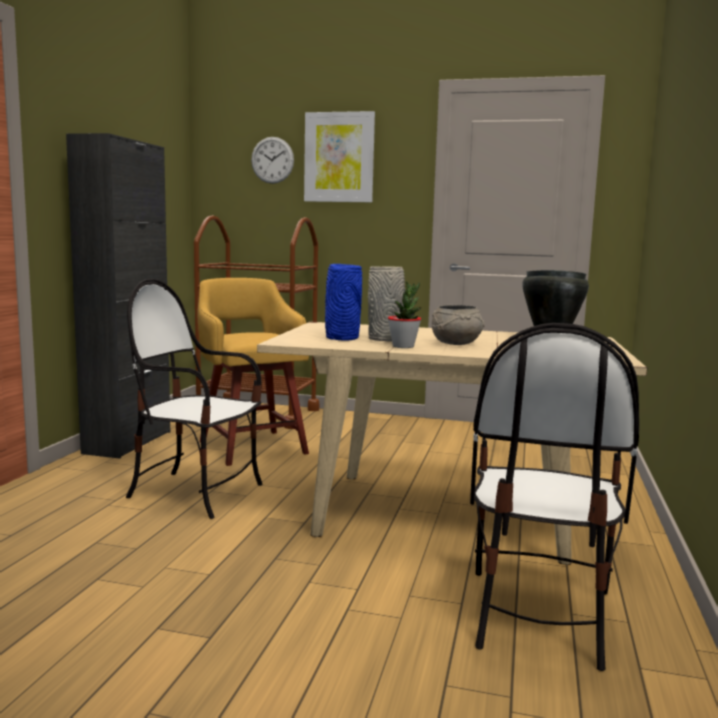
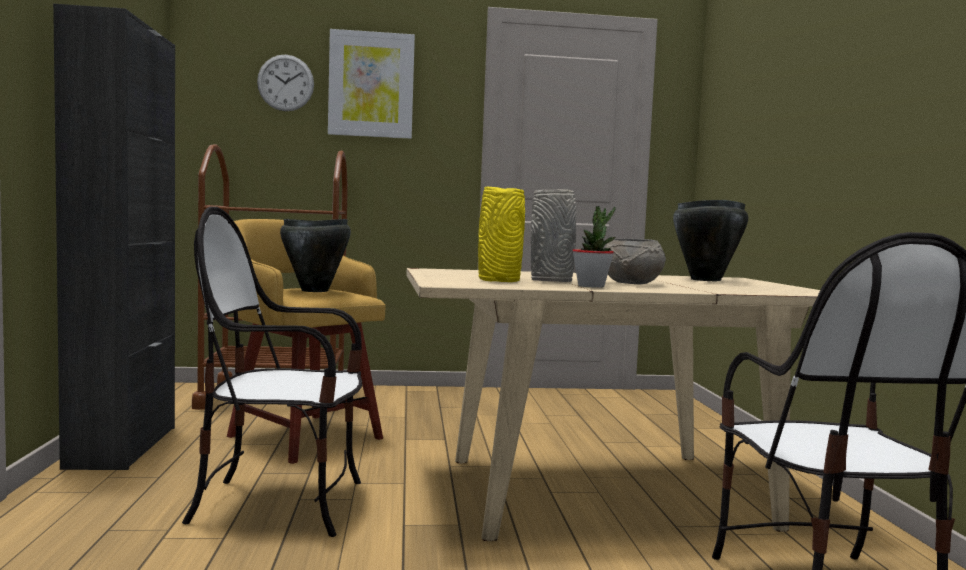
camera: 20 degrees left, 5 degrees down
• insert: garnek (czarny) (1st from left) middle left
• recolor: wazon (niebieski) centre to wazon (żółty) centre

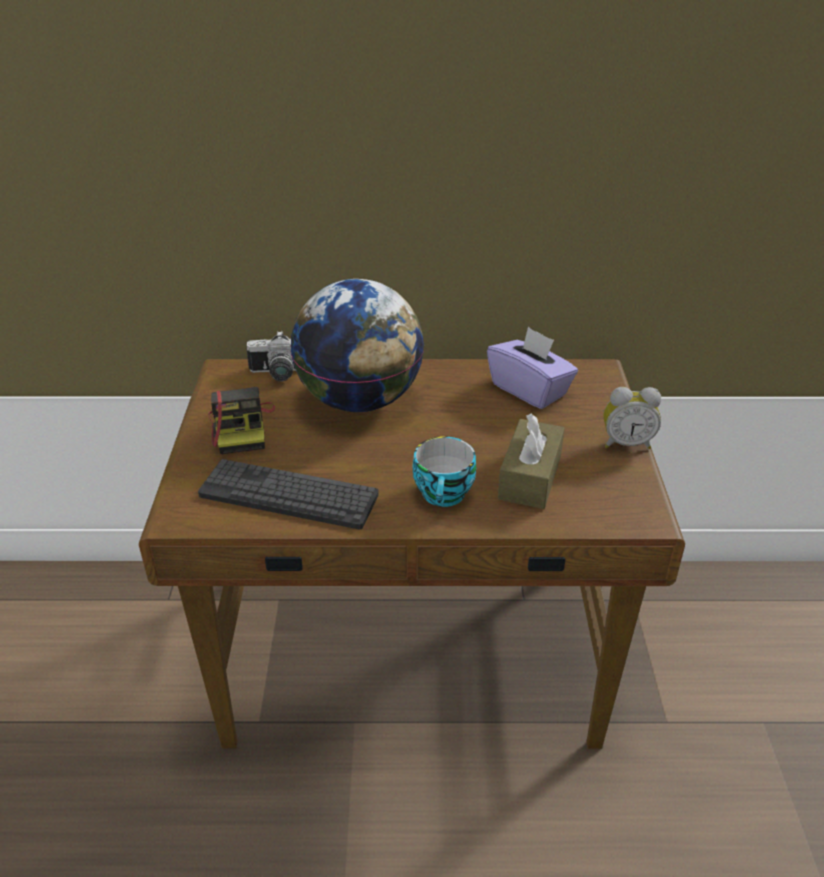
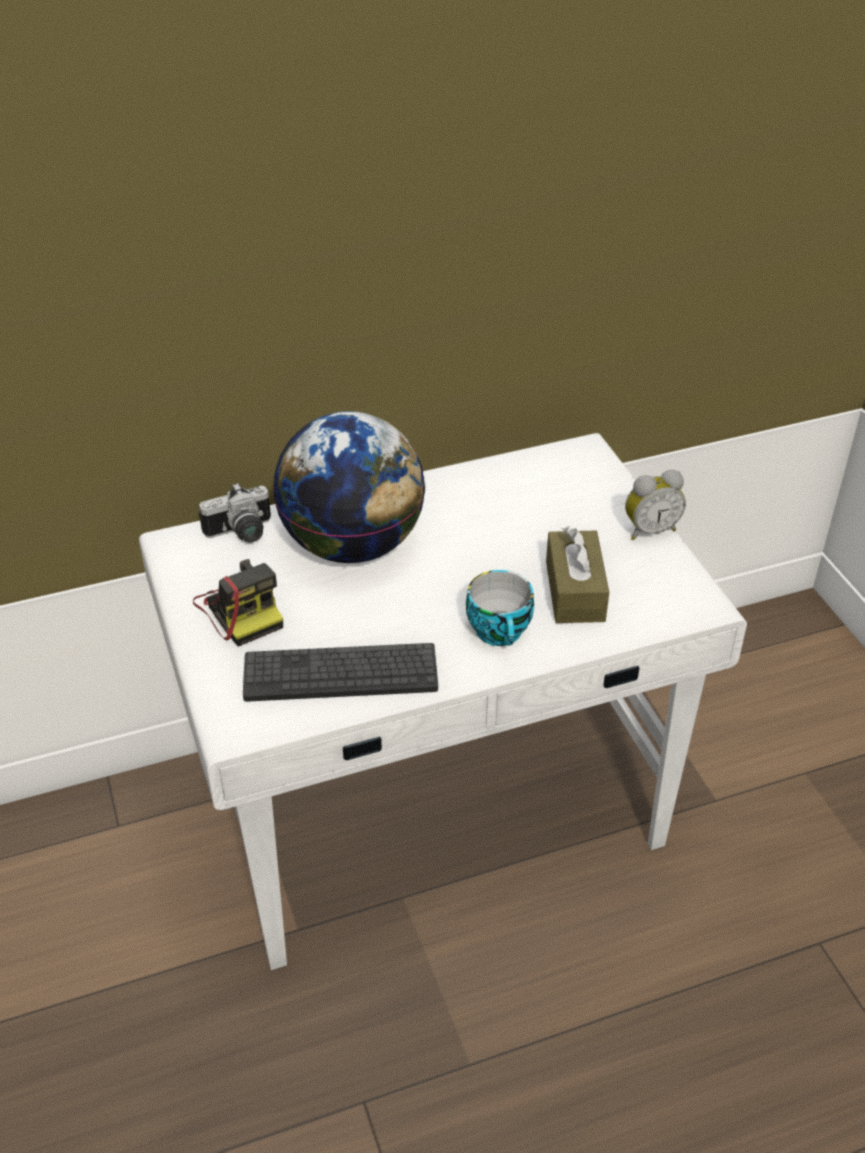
camera: 20 degrees left, 5 degrees up
• delete: pudełko chusteczek (fioletowy) centre
• recolor: biurko (brązowy) centre to biurko (biały) centre

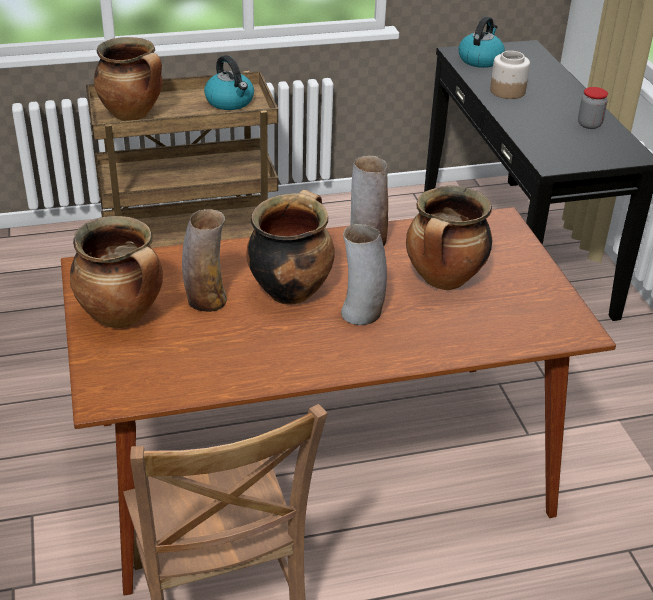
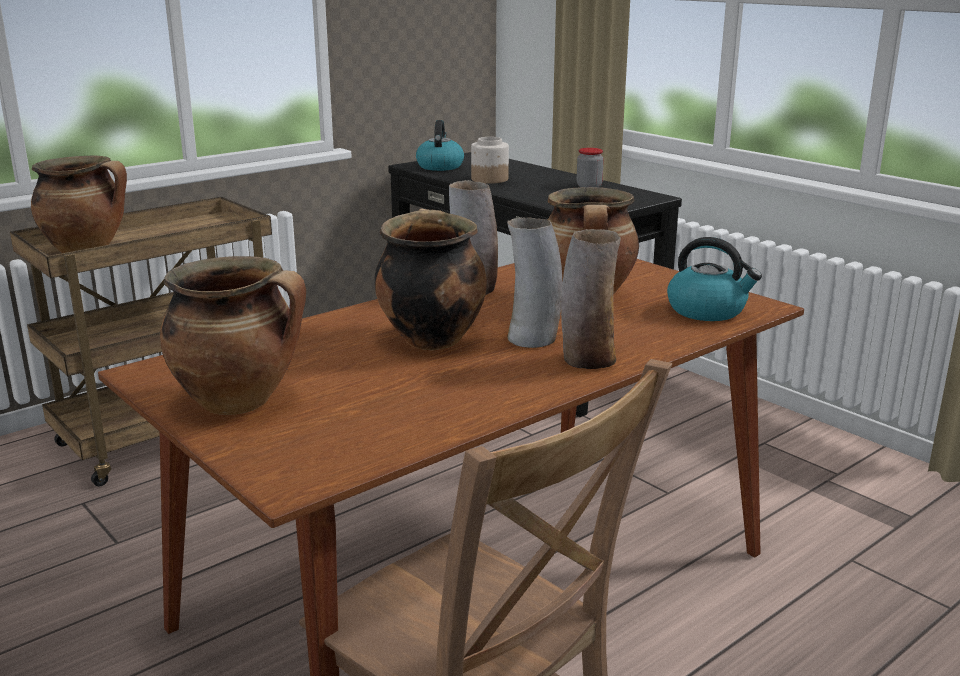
camera: 25 degrees left, 15 degrees down
• move: wazon (1st from left in the first image) middle left to wazon (3rd from left) centre
• move: czajnik (1st from left in the first image) top centre to czajnik (2nd from left) middle right

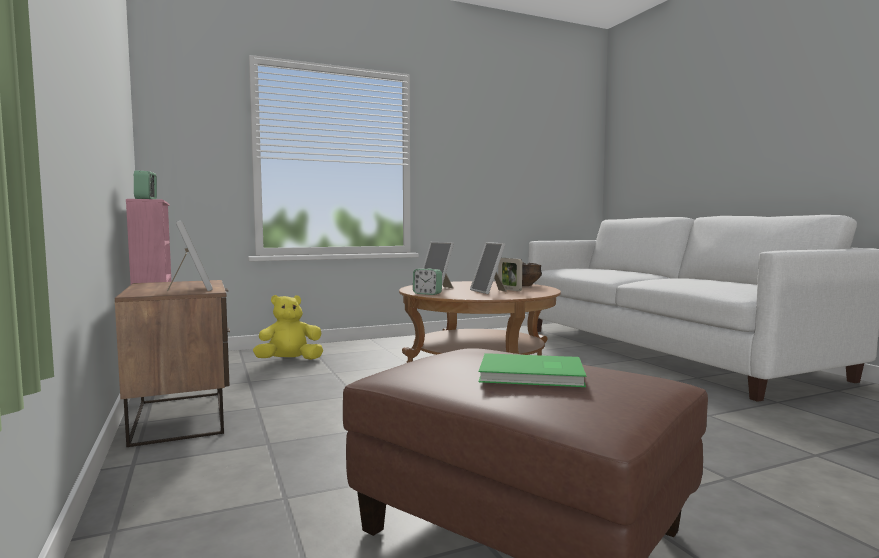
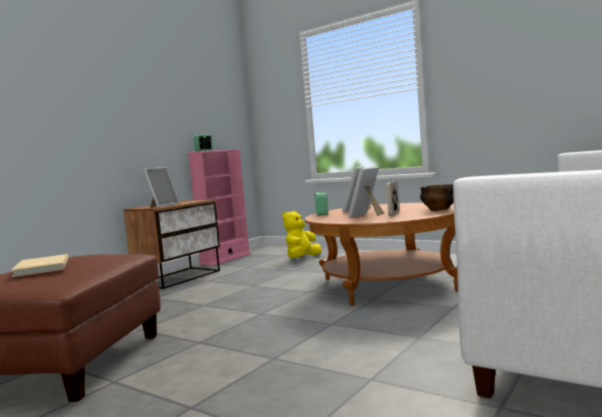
camera: 60 degrees right, 0 degrees up
• recolor: książka (zielony) centre to książka (beżowy) middle left
• rotate: pluszak (żółty) middle left = centre 90 degrees counterclockwise

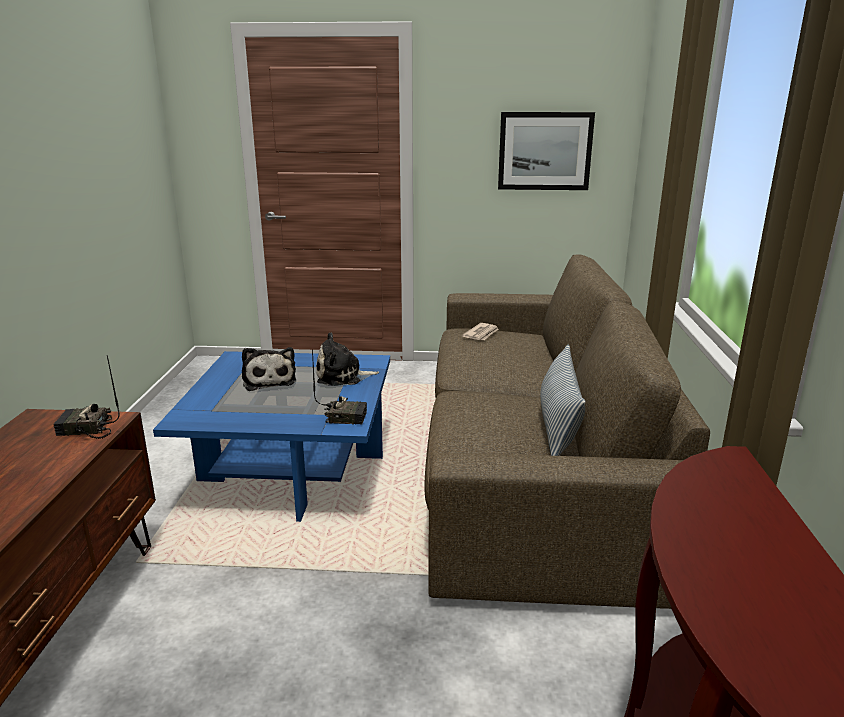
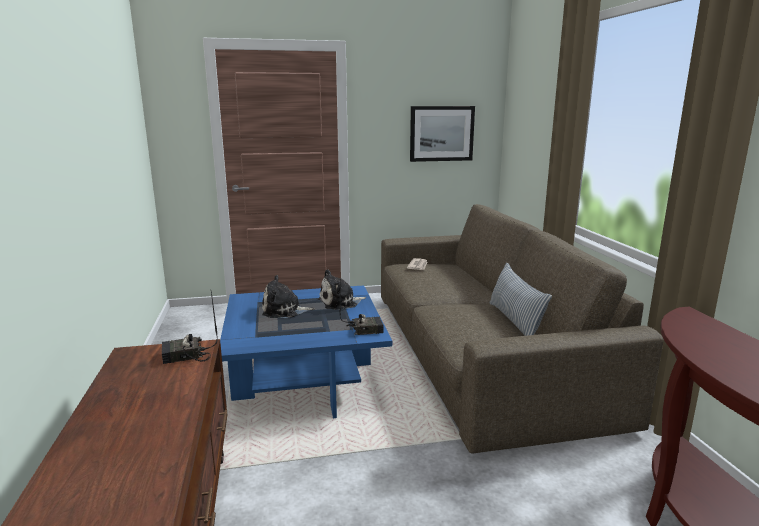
camera: 15 degrees left, 5 degrees down
• rotate: pluszak (1st from left) middle left = centre 120 degrees clockwise

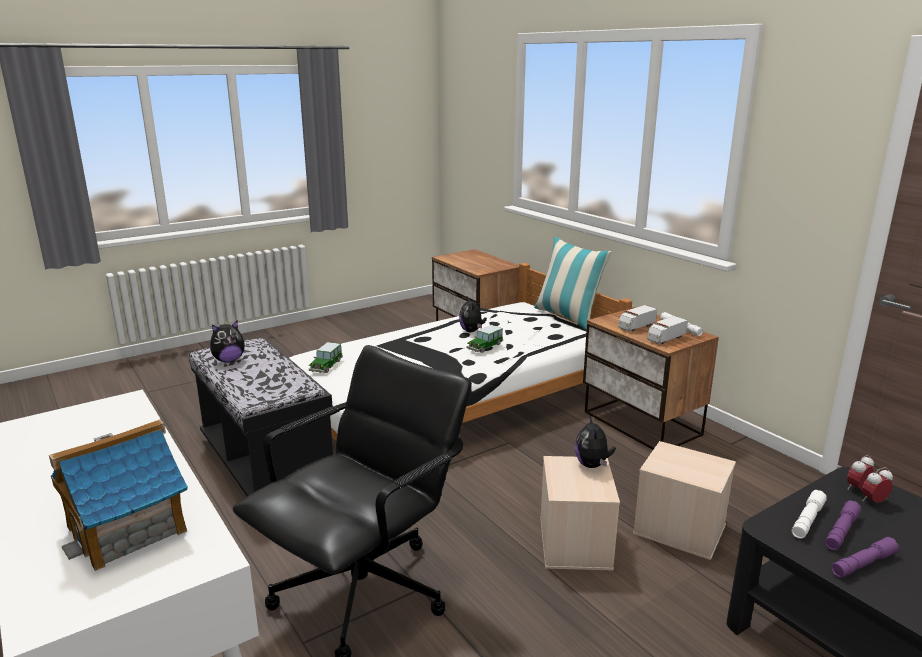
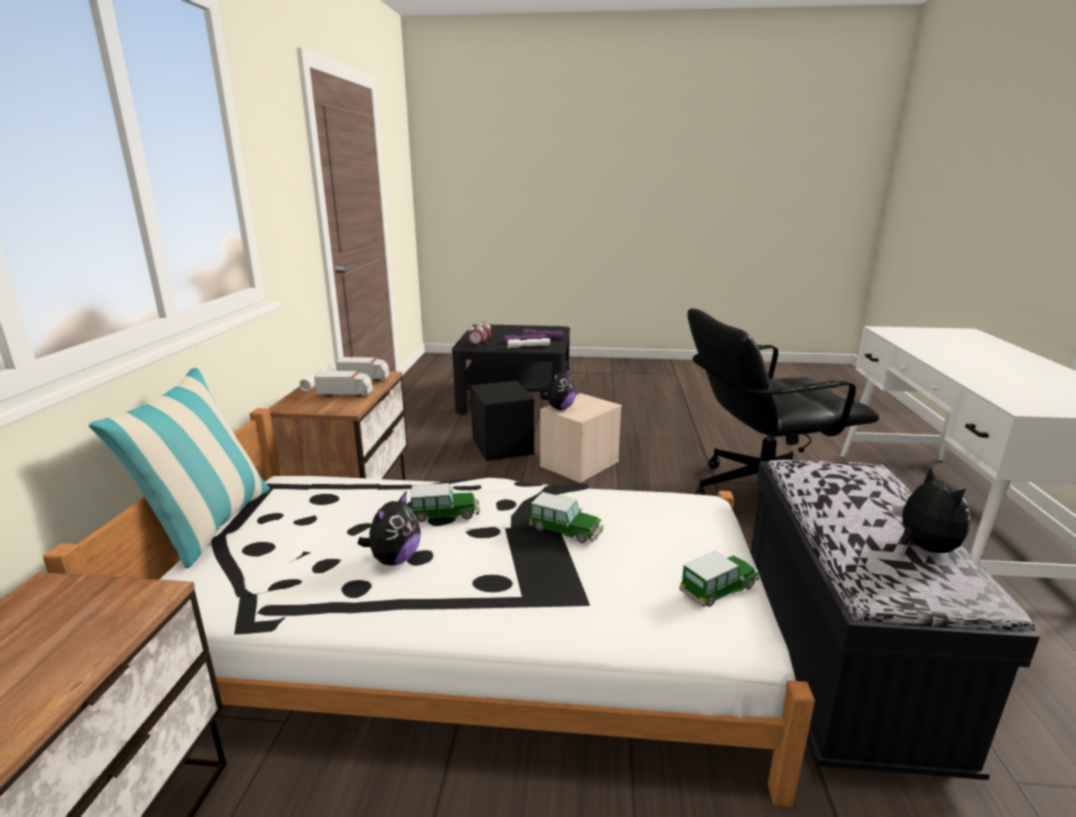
camera: 140 degrees left, 0 degrees up
• delete: domek bottom left
• insert: samochodzik (2nd from left) centre
• recolor: pojemnik do przechowywania (beżowy) (2nd from left) bottom right to pojemnik do przechowywania (czarny) centre
• rotate: pluszak (1st from left in the first image) middle left = middle right 75 degrees clockwise

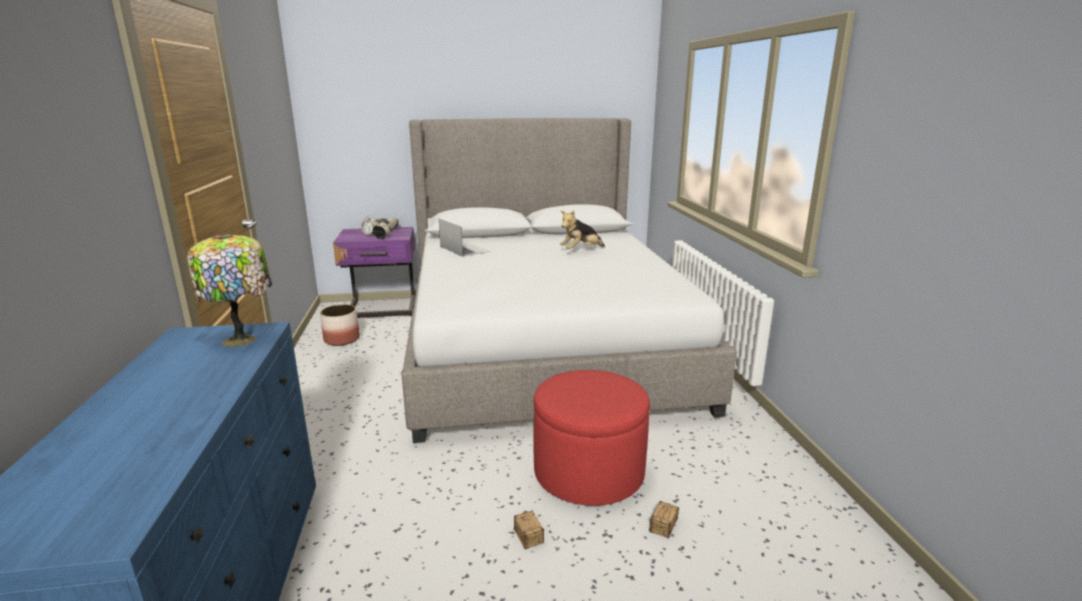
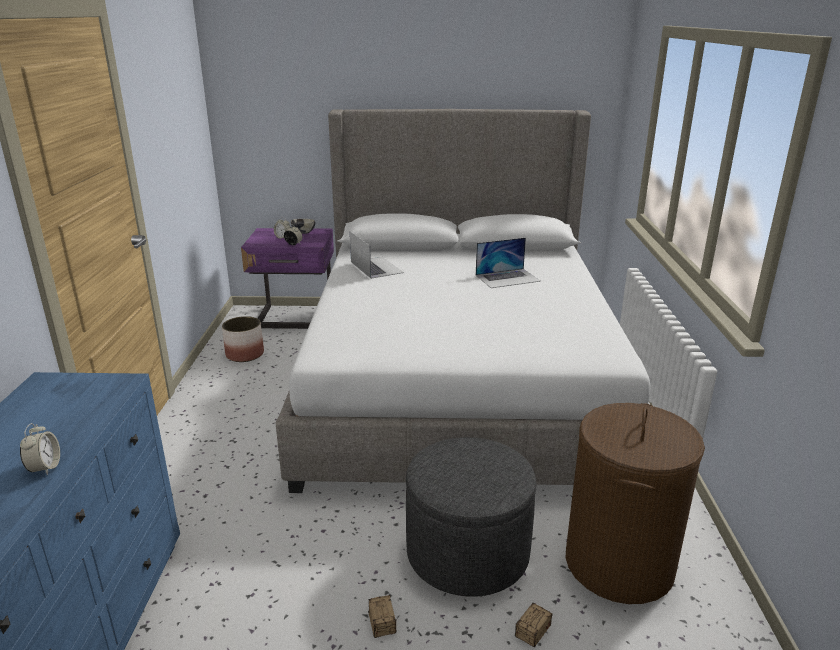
camera: 10 degrees right, 5 degrees up
• delete: lampa stołowa middle left
• insert: budzik (1st from left) bottom left
• insert: kosz na pranie (brązowy) bottom right
• replace: pluszak centre to laptop (2nd from left) centre
• recolor: pufa (czerwony) bottom centre to pufa (szary) bottom centre

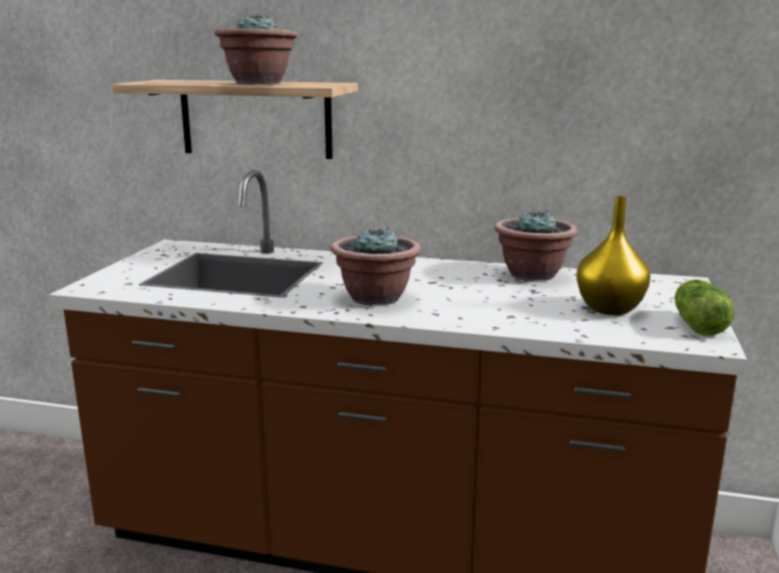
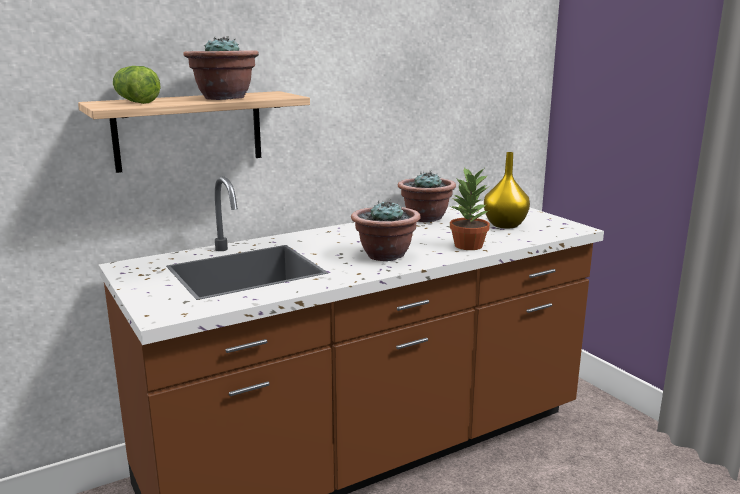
camera: 45 degrees left, 0 degrees up
• insert: roślina doniczkowa (4th from left) centre
• move: sałata middle right to top left

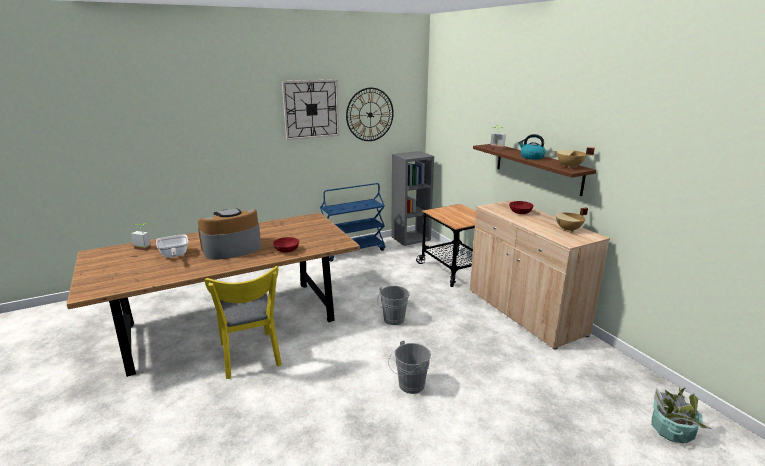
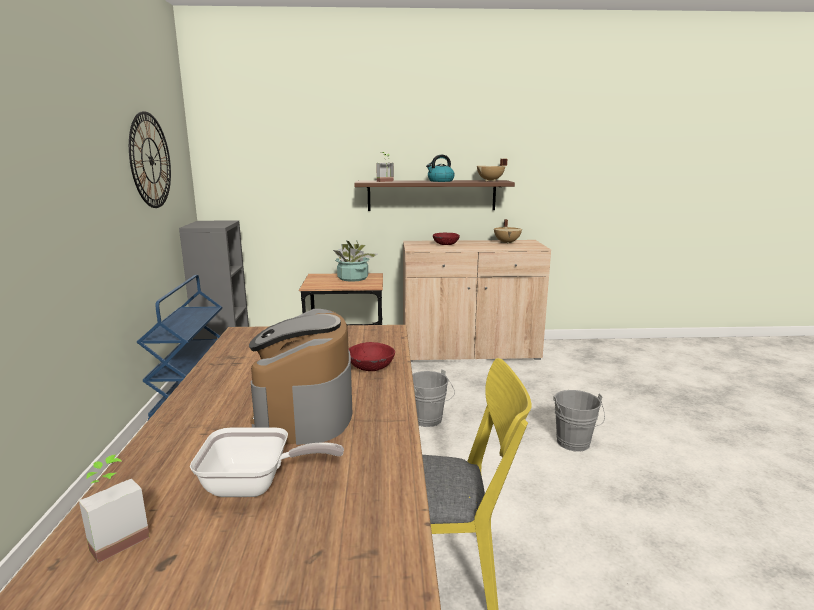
camera: 65 degrees left, 5 degrees down
• delete: zegar ścienny (1st from left) top centre
• move: roślina doniczkowa (3rd from left in the first image) bottom right to roślina doniczkowa (2nd from left) centre

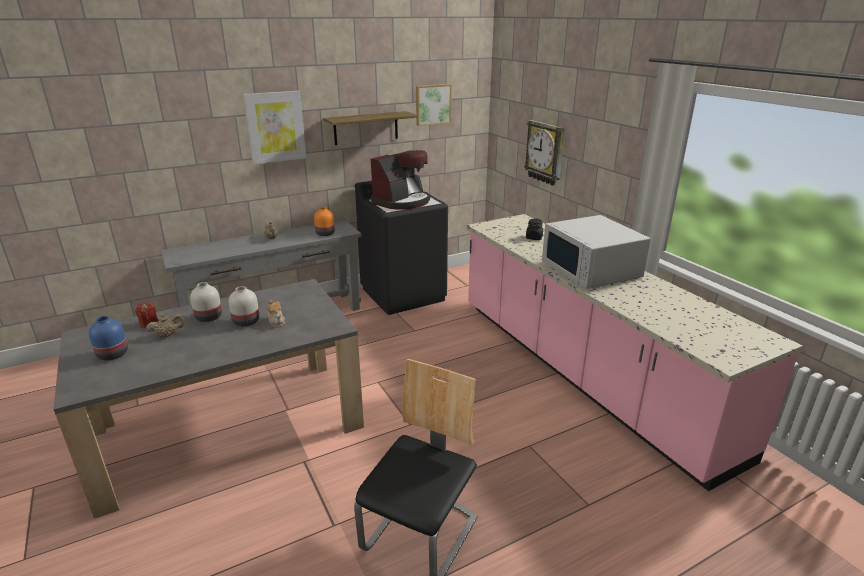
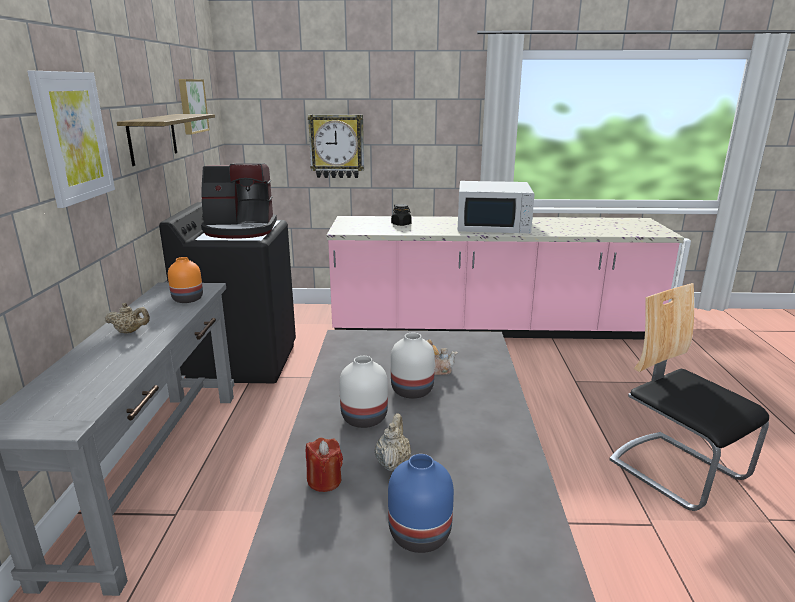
camera: 60 degrees left, 5 degrees down
• rotate: ekspres do kawy top centre = middle left 105 degrees clockwise

